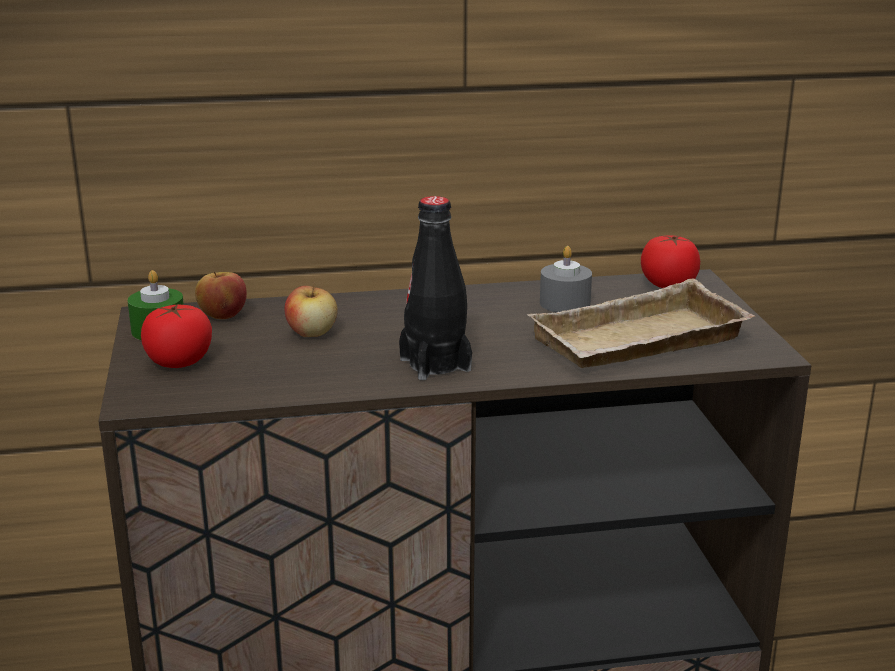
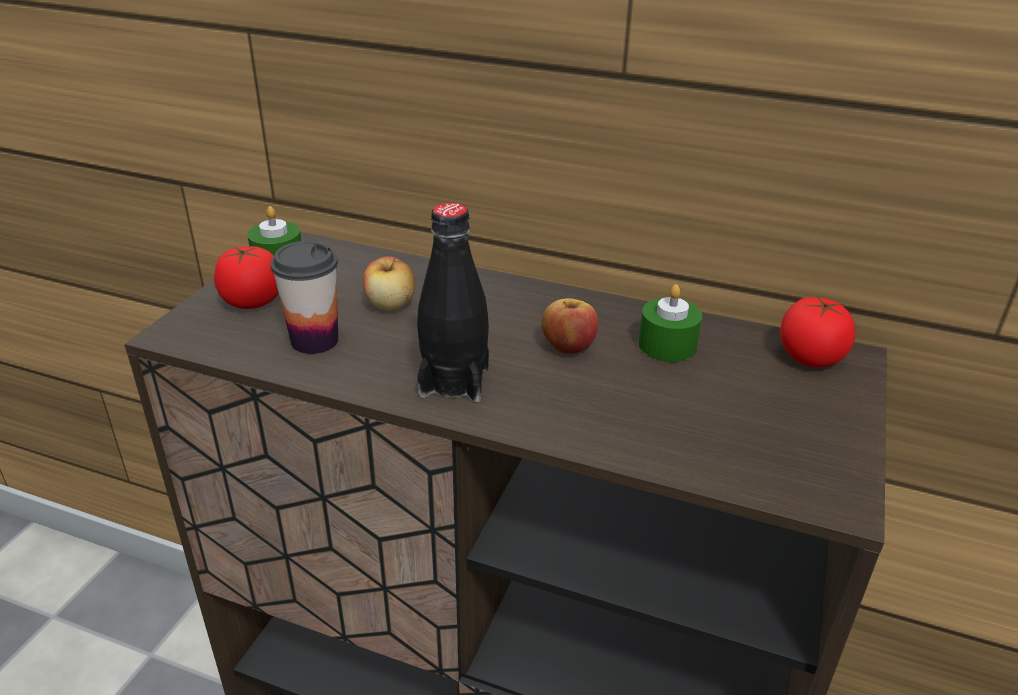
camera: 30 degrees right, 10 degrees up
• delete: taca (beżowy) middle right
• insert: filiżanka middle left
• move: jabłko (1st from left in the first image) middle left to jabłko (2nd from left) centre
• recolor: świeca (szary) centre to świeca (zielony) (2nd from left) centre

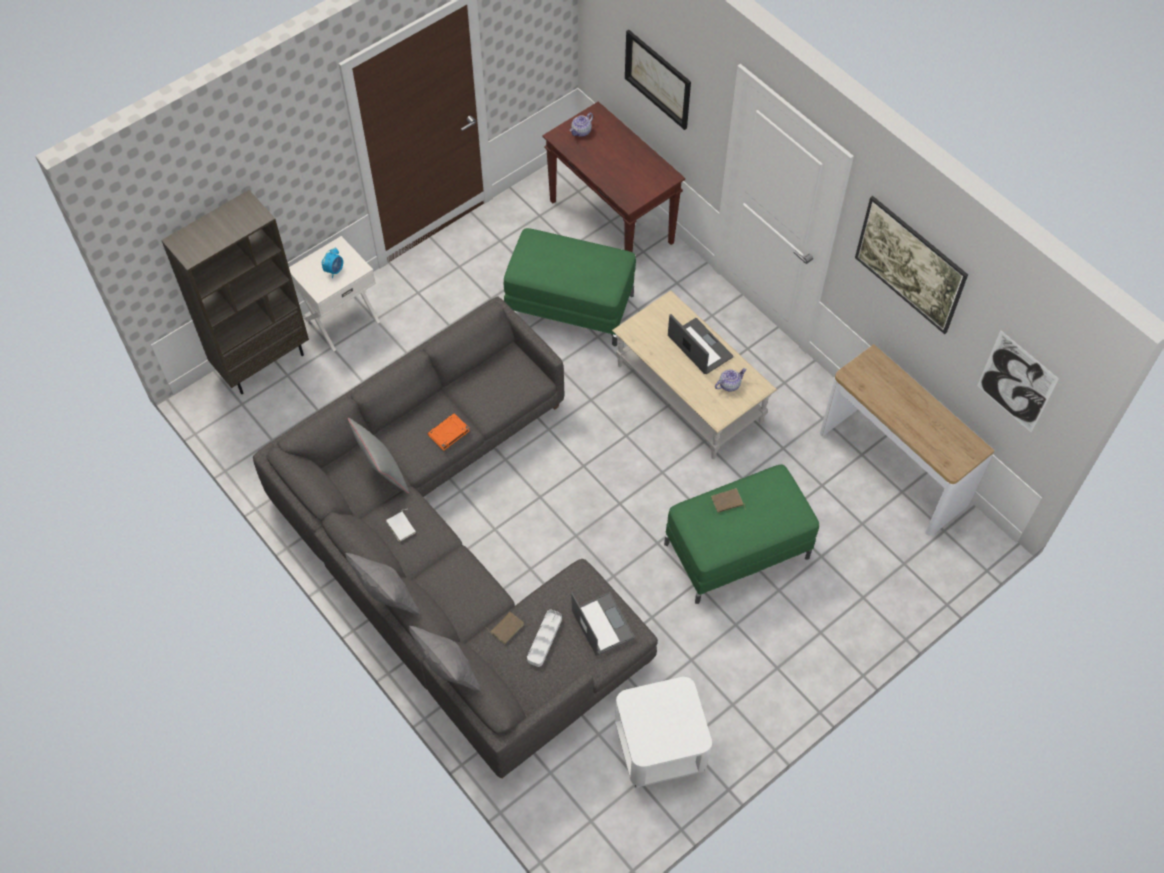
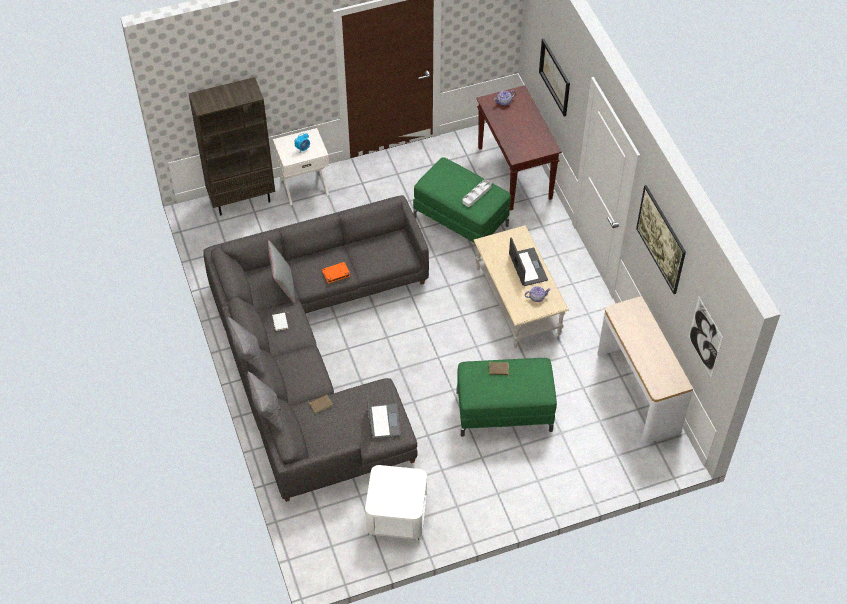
camera: 20 degrees right, 5 degrees down
• move: taca (biały) bottom centre to top centre

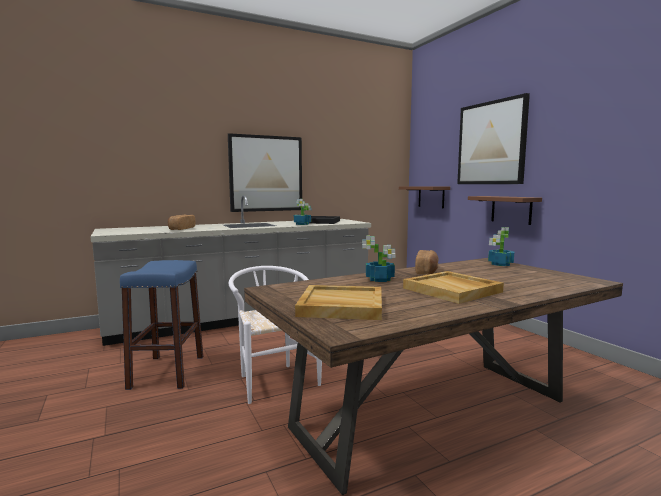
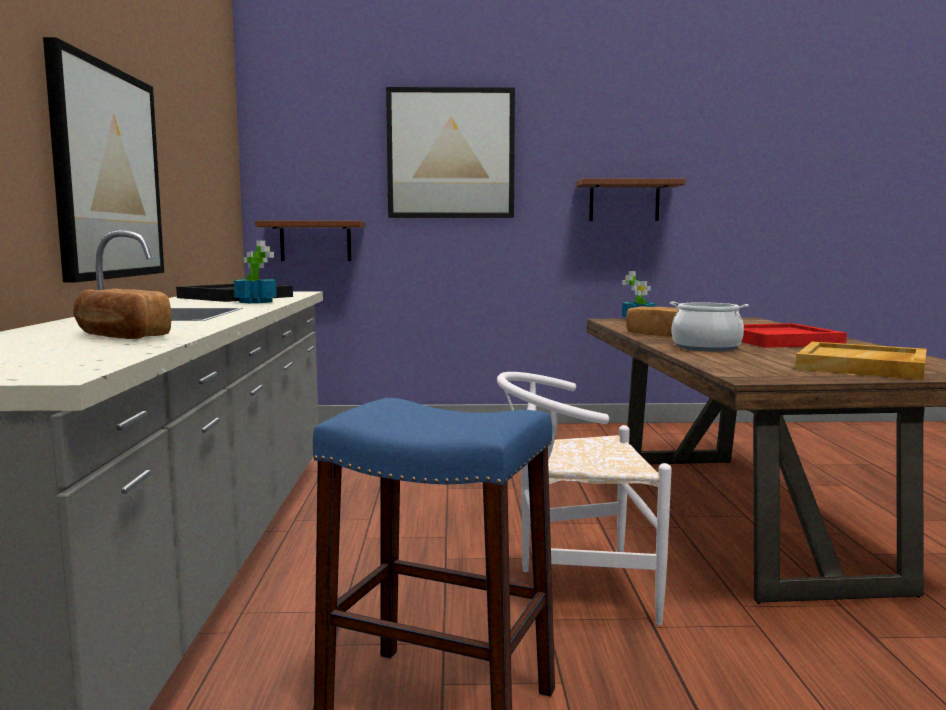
camera: 65 degrees left, 0 degrees up
• move: półka (brązowy) (2nd from left) middle right to top right
• replace: roślina doniczkowa (2nd from left) centre to garnek middle right
• recolor: taca (beżowy) (2nd from left) middle right to taca (czerwony) middle right

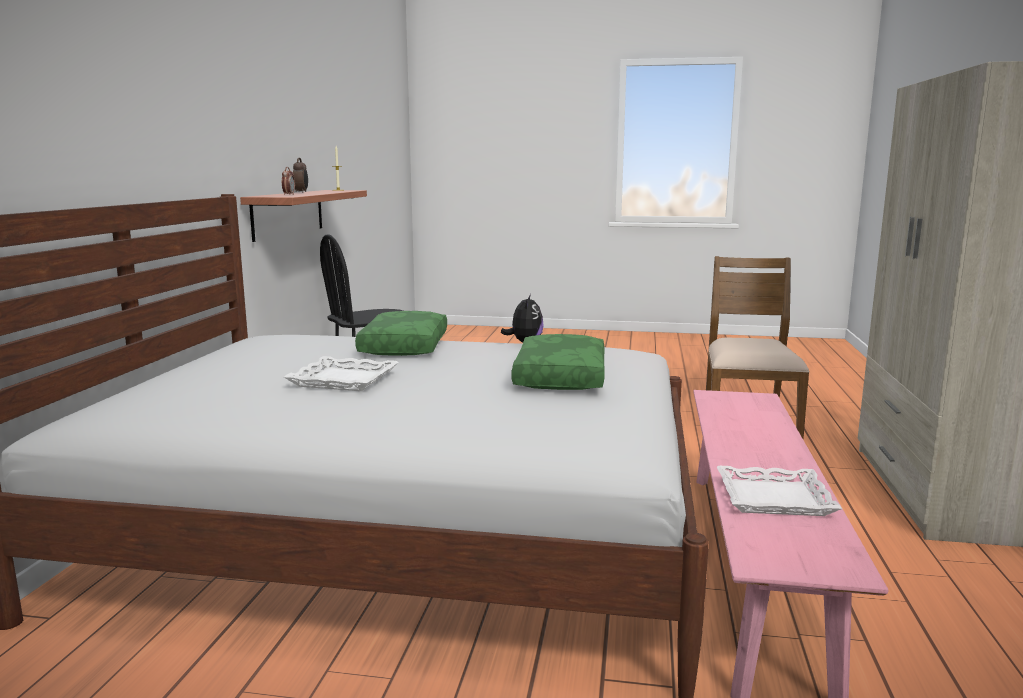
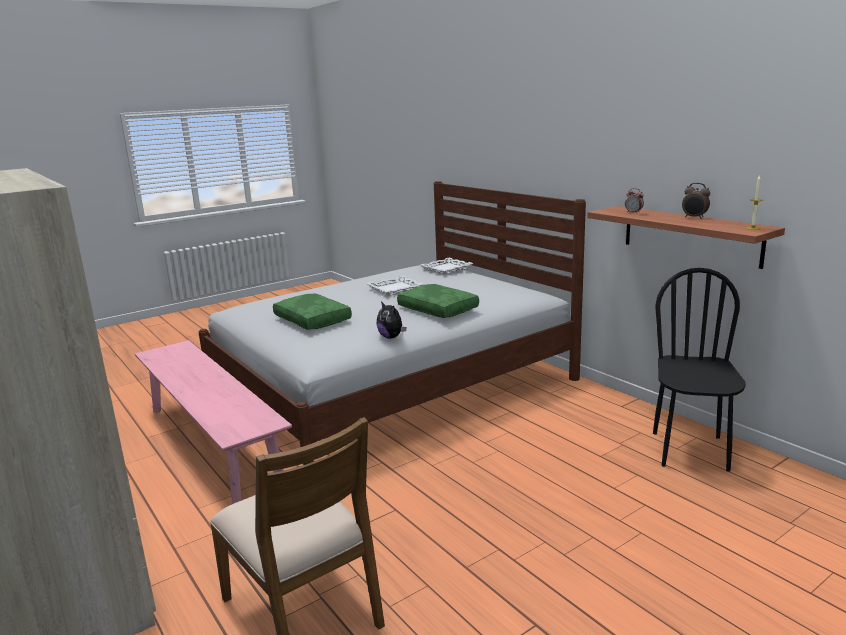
camera: 135 degrees right, 5 degrees up
• move: taca (biały) (2nd from left) bottom right to centre

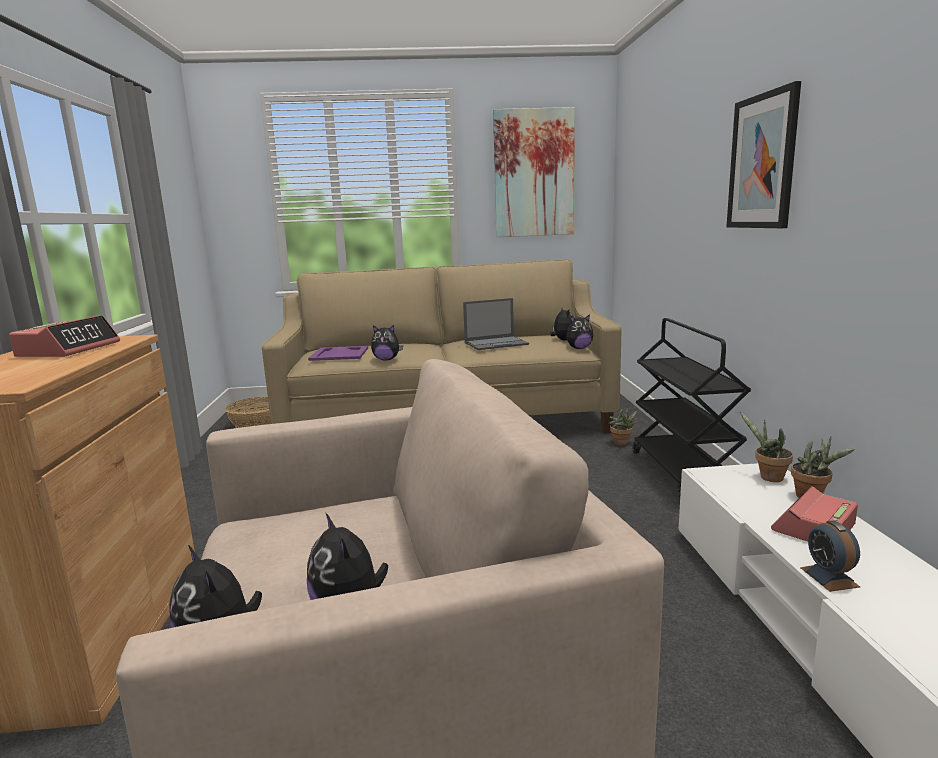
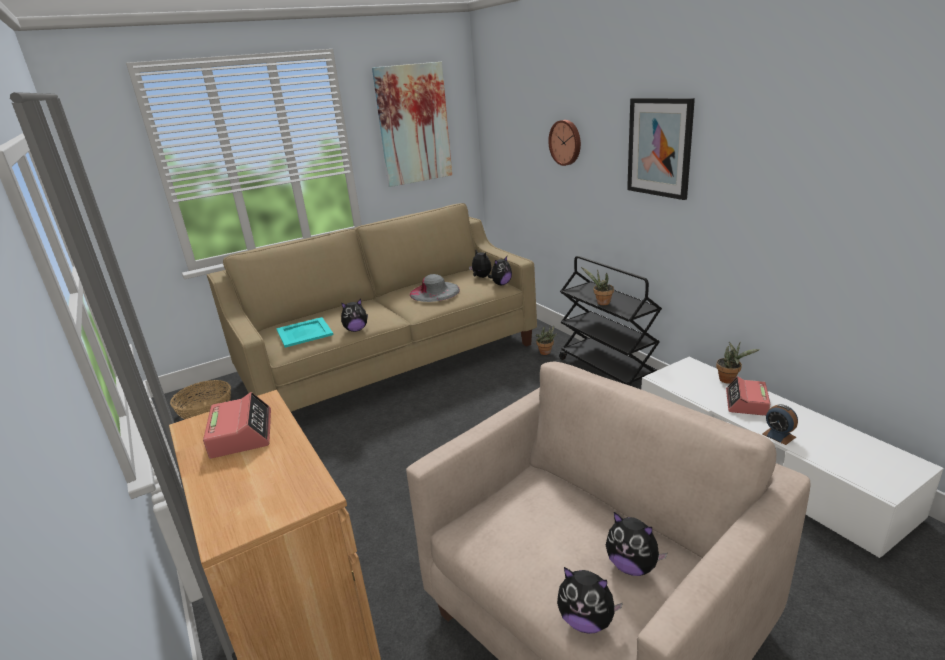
camera: 25 degrees left, 10 degrees up
• insert: zegar ścienny top centre
• move: roślina doniczkowa (2nd from left) middle right to centre
• replace: laptop centre to kapelusz (szary) centre
• recolor: taca (fioletowy) centre to taca (turkusowy) middle left

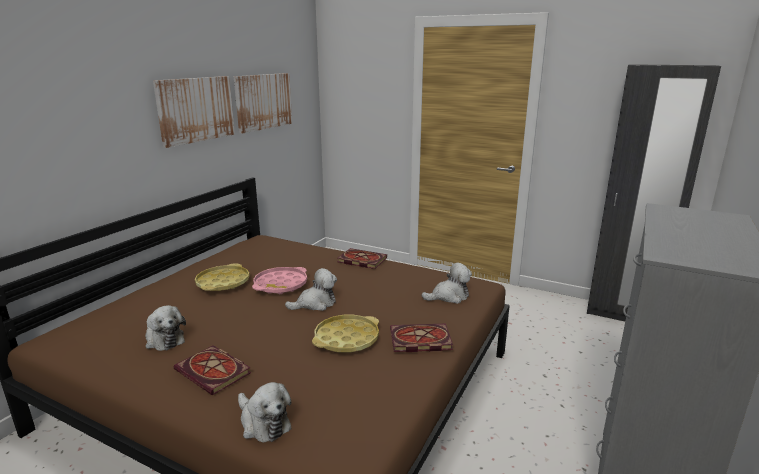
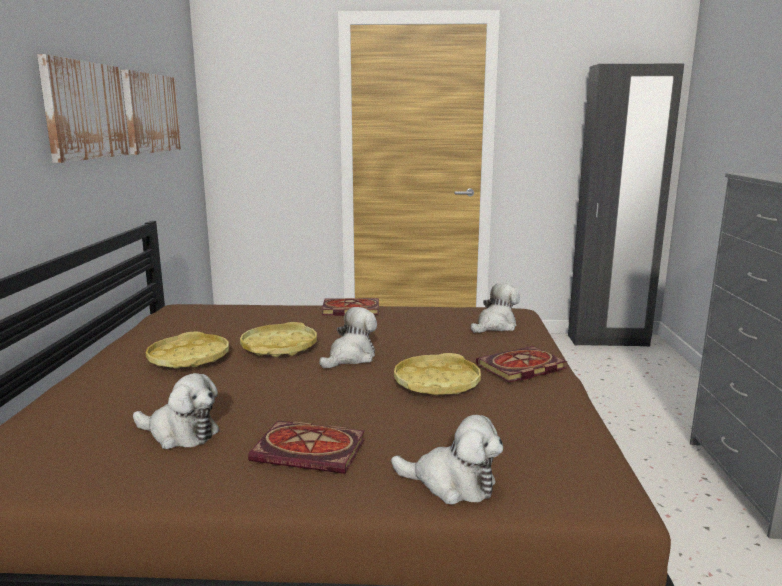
camera: 25 degrees left, 5 degrees down
• recolor: taca (różowy) centre to taca (żółty) (2nd from left) centre

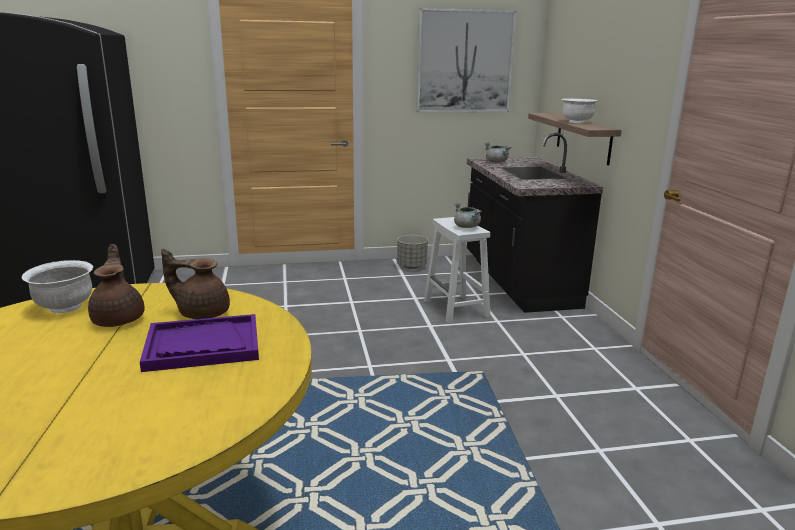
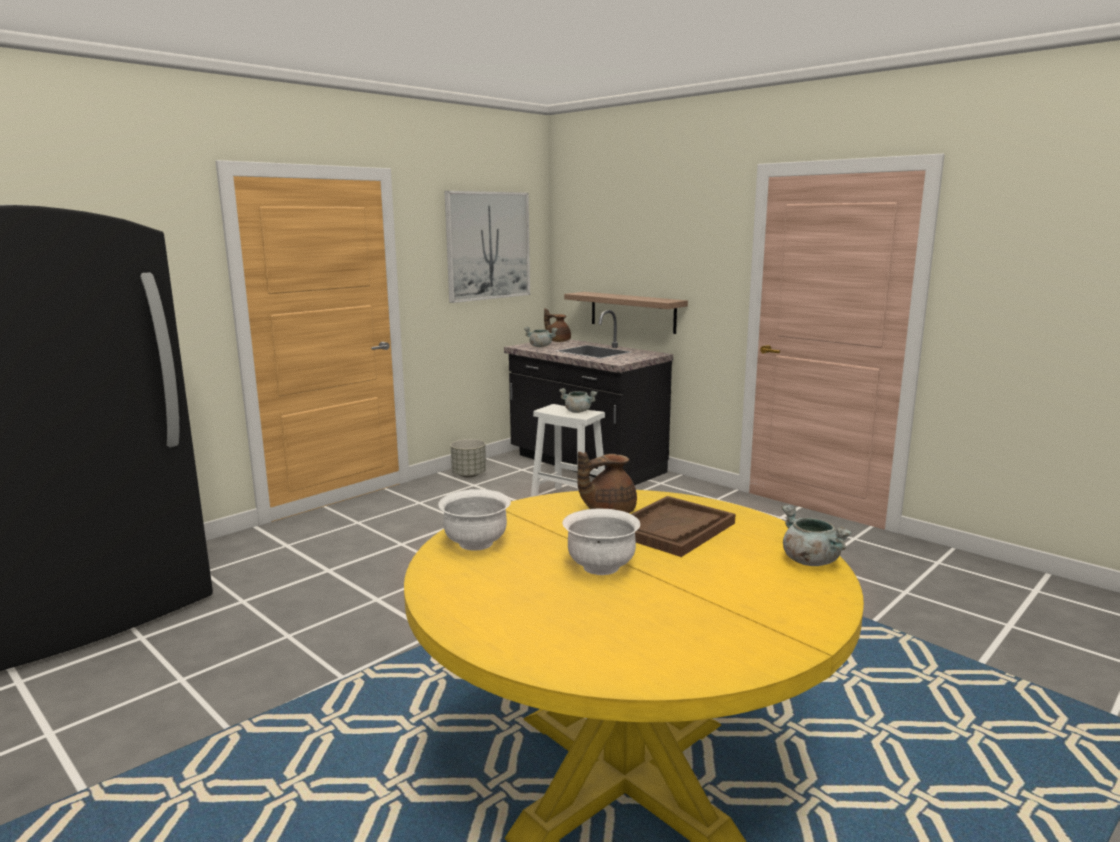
camera: 35 degrees left, 5 degrees down
• insert: garnek (szary) (3rd from left) middle right
• move: imbryk (brązowy) (1st from left) middle left to centre
• move: miska (biały) (2nd from left) top right to centre
• recolor: taca (fioletowy) middle left to taca (brązowy) centre

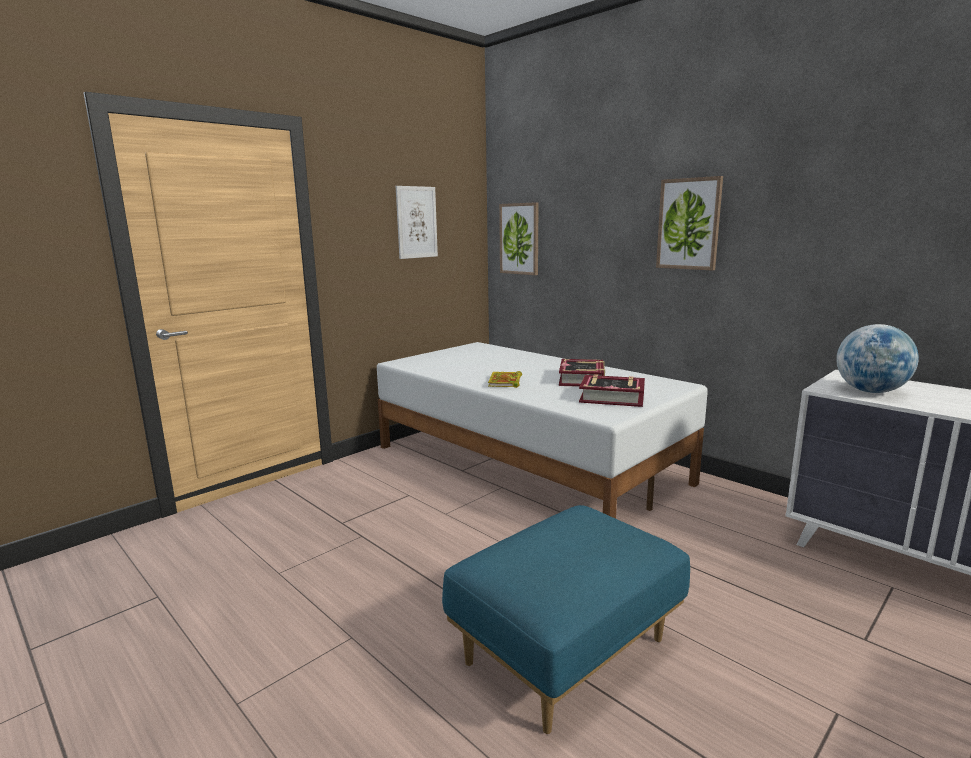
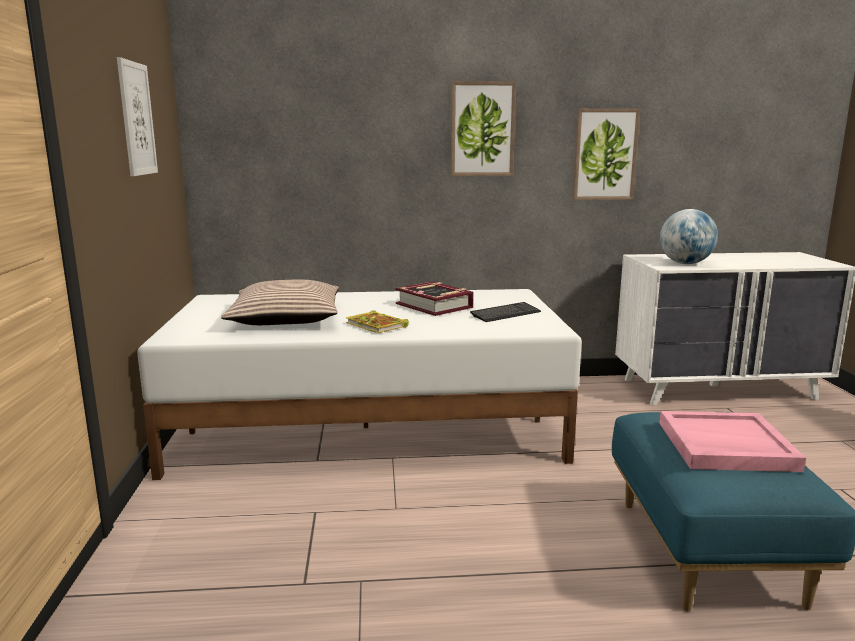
camera: 50 degrees left, 0 degrees up
• insert: poduszka middle left
• insert: taca (różowy) bottom right
• move: obraz (2nd from left in the first image) top centre to obraz (3rd from left) top right
• replace: książka (3rd from left) centre to klawiatura centre

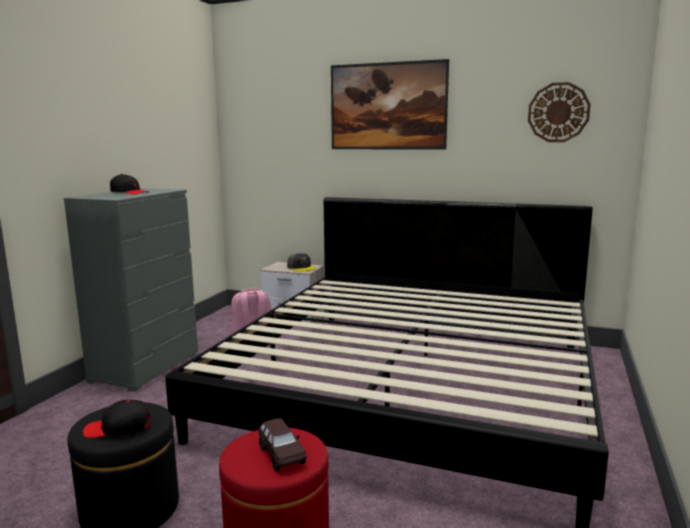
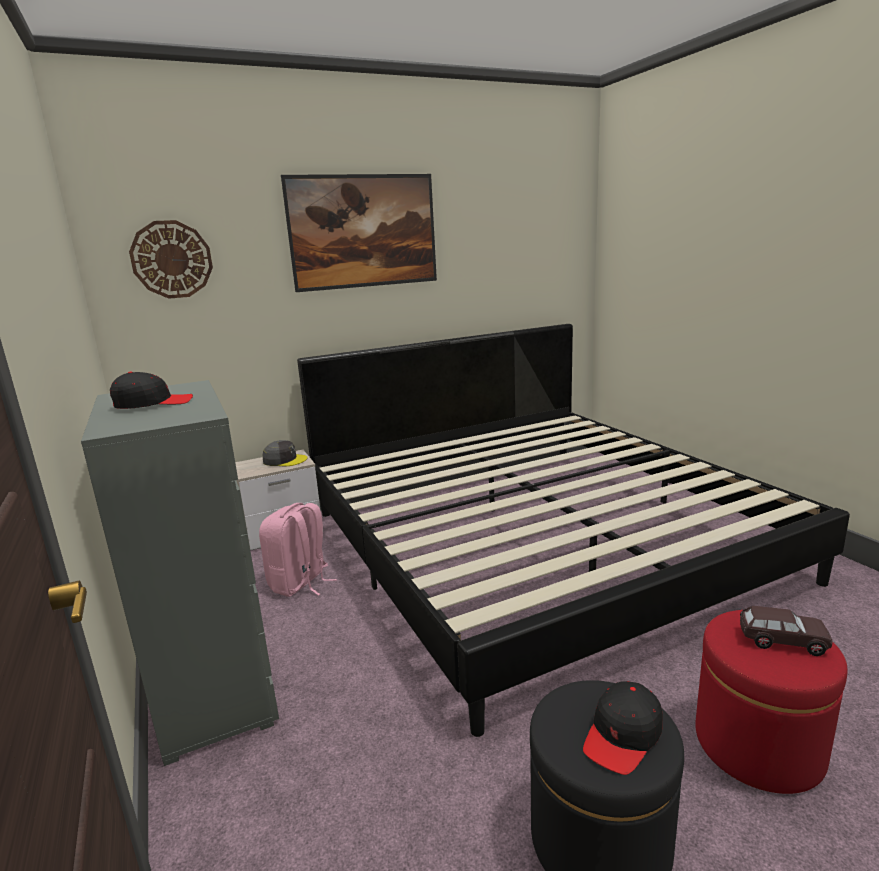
camera: 45 degrees left, 5 degrees up
• move: zegar ścienny top right to top left

